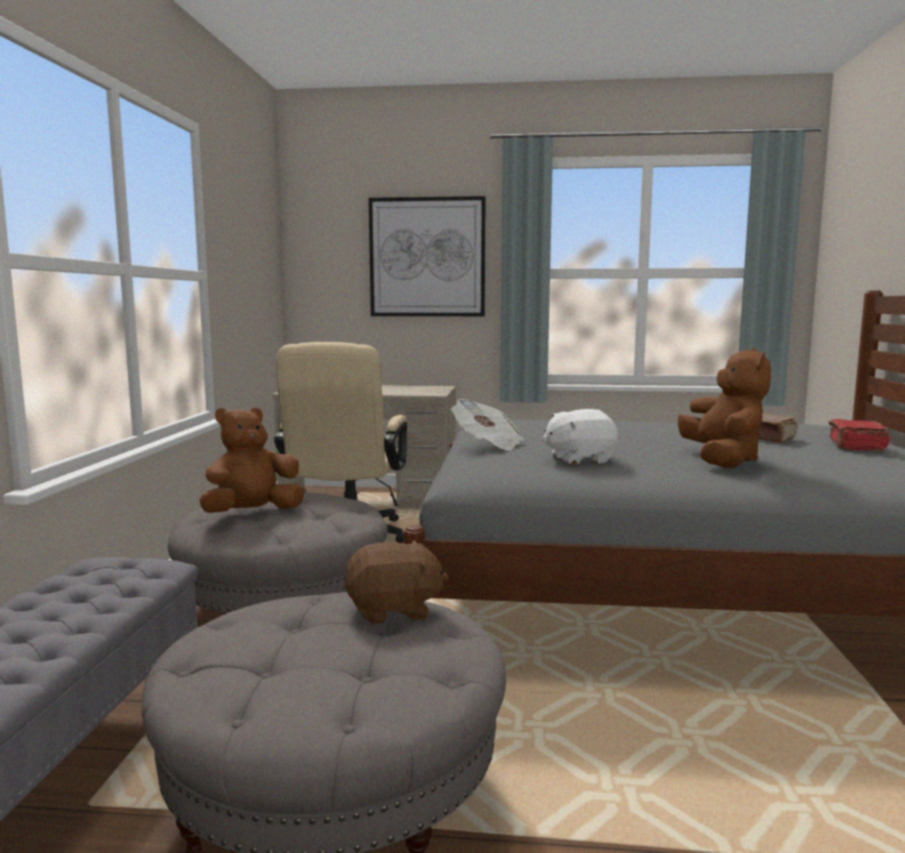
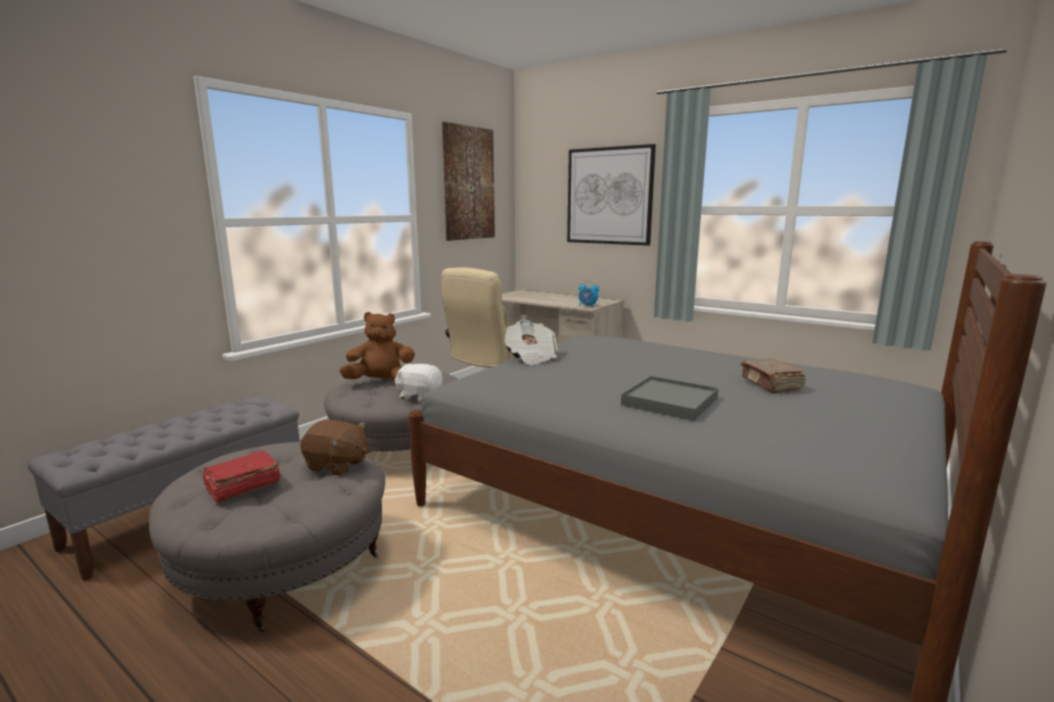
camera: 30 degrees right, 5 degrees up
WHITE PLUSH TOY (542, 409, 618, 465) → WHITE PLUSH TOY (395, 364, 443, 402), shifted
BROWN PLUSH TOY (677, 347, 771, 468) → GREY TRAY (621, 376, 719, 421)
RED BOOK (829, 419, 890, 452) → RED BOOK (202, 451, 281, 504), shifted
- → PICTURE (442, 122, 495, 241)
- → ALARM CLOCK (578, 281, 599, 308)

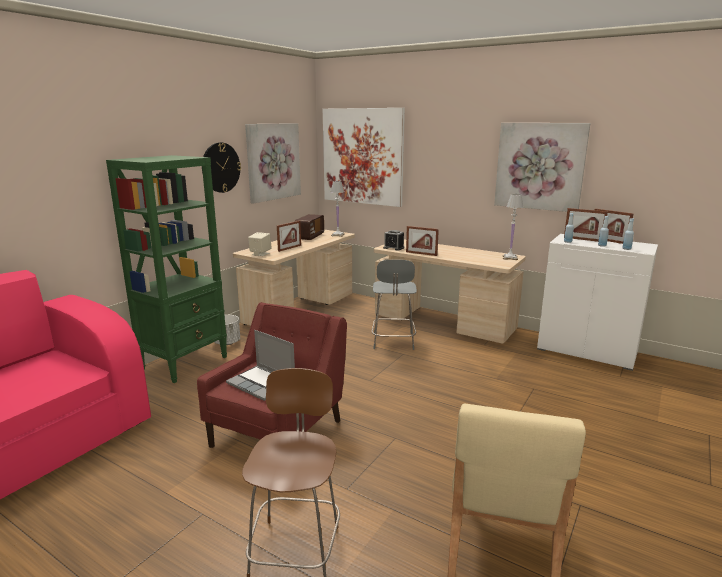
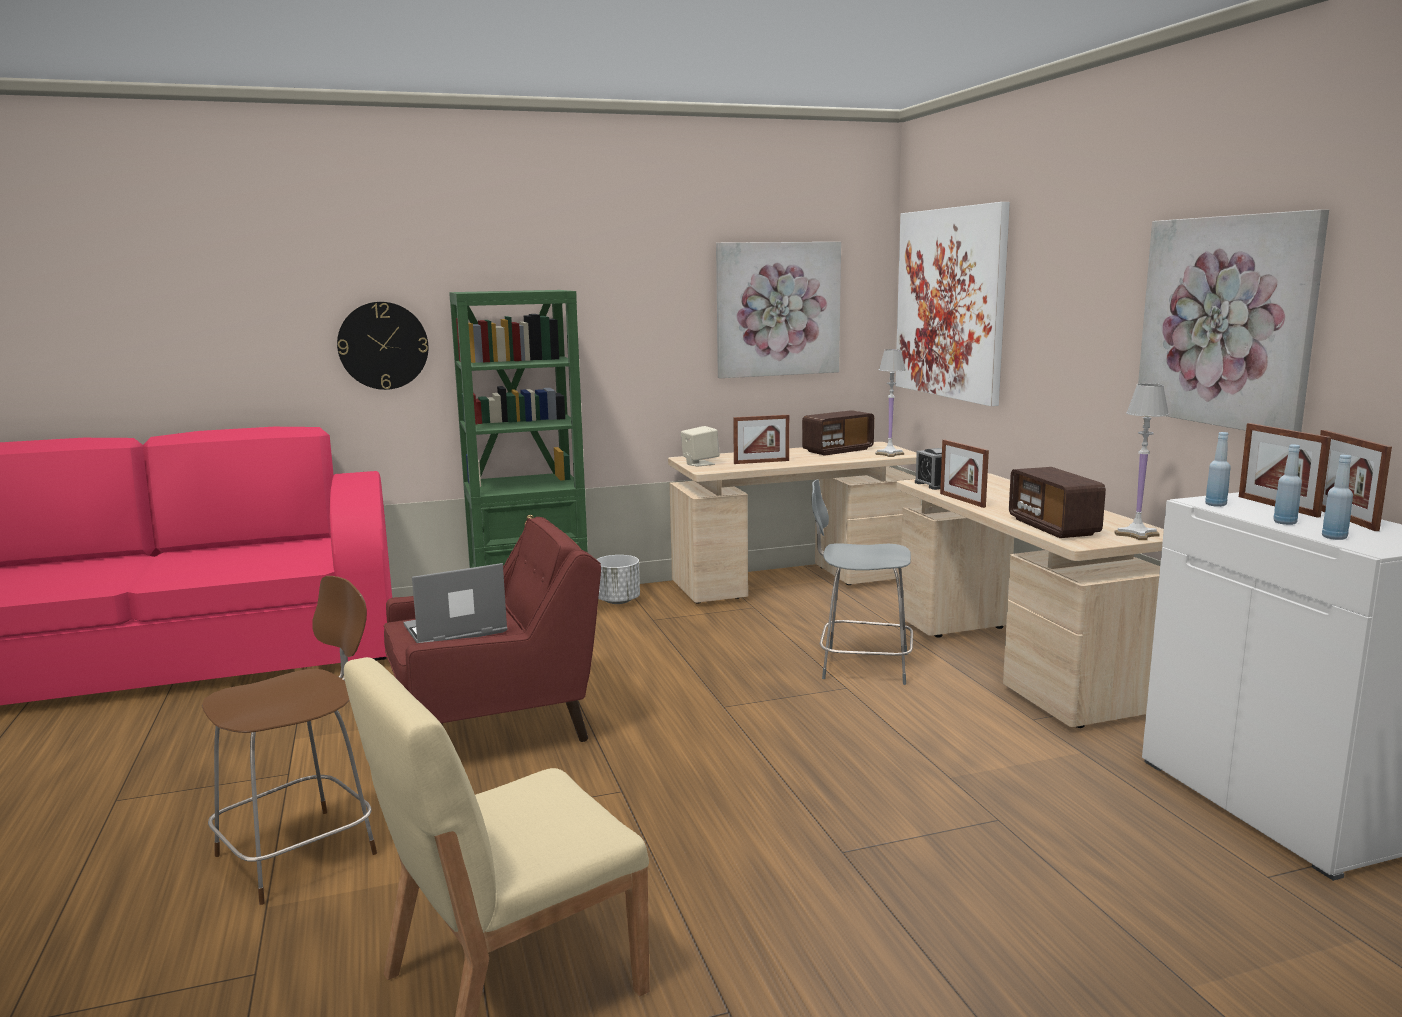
camera: 40 degrees right, 5 degrees down
WALL CLOCK (202, 142, 241, 193) → WALL CLOCK (337, 302, 428, 390), shifted
LAPTOP (226, 330, 295, 401) → LAPTOP (404, 563, 508, 643), 75 degrees clockwise
GREY CHAIR (372, 260, 417, 350) → GREY CHAIR (812, 480, 913, 685), 60 degrees clockwise
- → RADIO (1009, 467, 1106, 538)

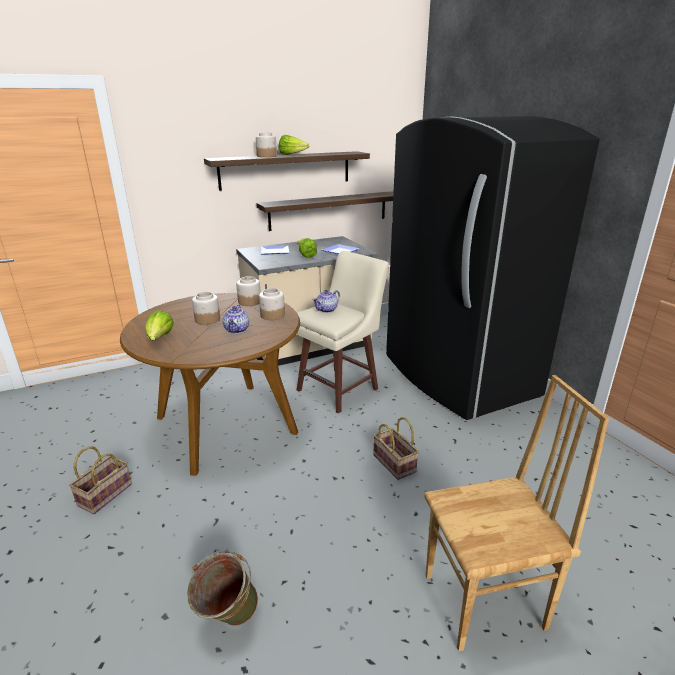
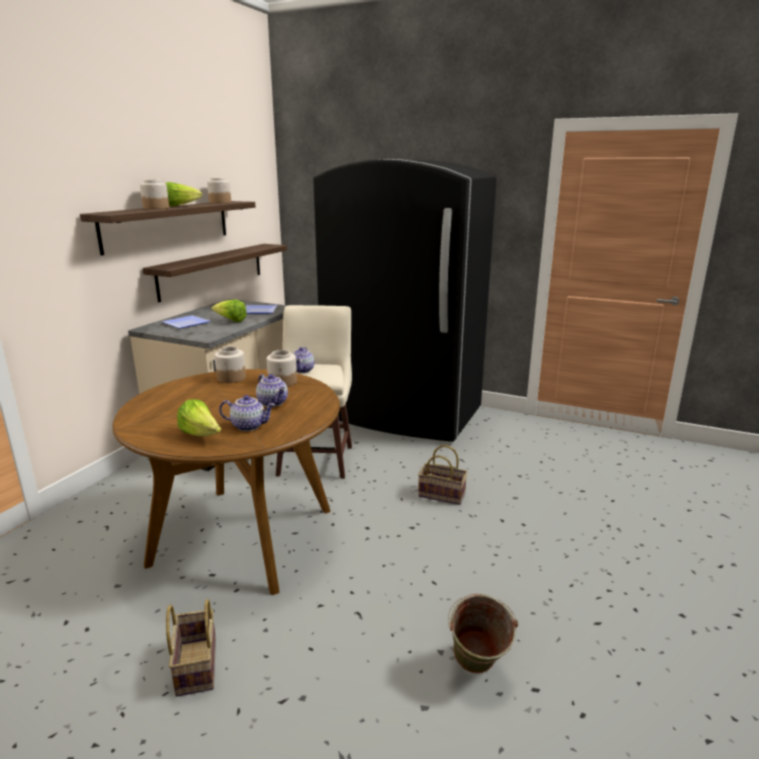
camera: 40 degrees left, 5 degrees down
JAR (192, 292, 220, 325) → JAR (207, 178, 231, 203), shifted
BROWN CHAIR (424, 375, 610, 651) → -
- → TEAPOT (219, 395, 275, 431)

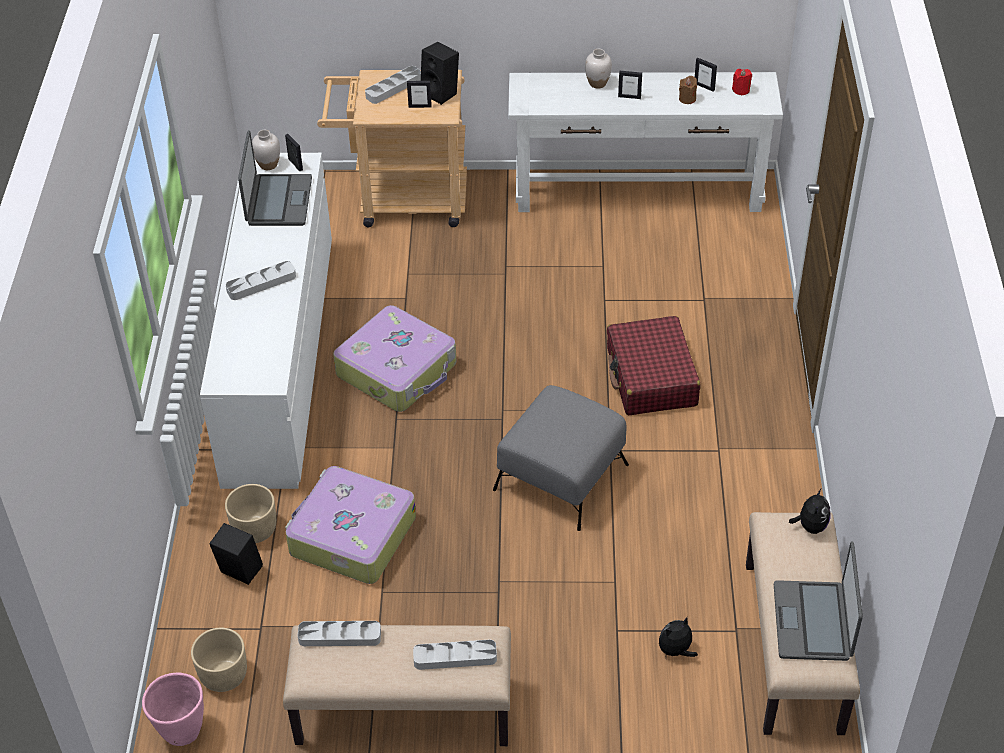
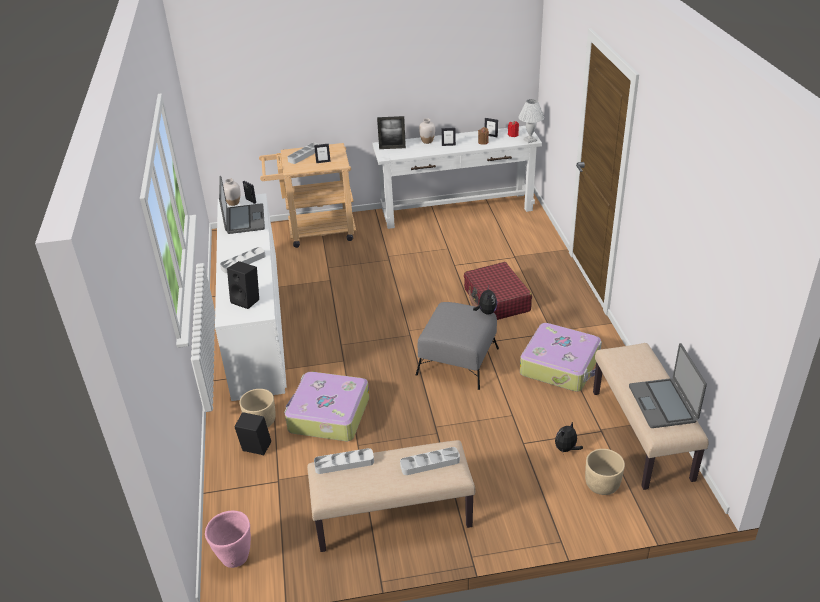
camera: 10 degrees left, 10 degrees down
BEIGE PLANTER (191, 628, 247, 692) → BEIGE PLANTER (585, 449, 625, 495), shifted
SUITCASE (333, 305, 456, 412) → SUITCASE (520, 323, 602, 392), shifted
BLACK SPEAKER (421, 42, 459, 105) → BLACK SPEAKER (227, 261, 259, 309), shifted
PLUSH TOY (789, 489, 831, 534) → PLUSH TOY (473, 286, 497, 315), shifted
- → PICTURE FRAME (377, 116, 406, 149)
- → WHITE TABLE LAMP (519, 99, 544, 143)

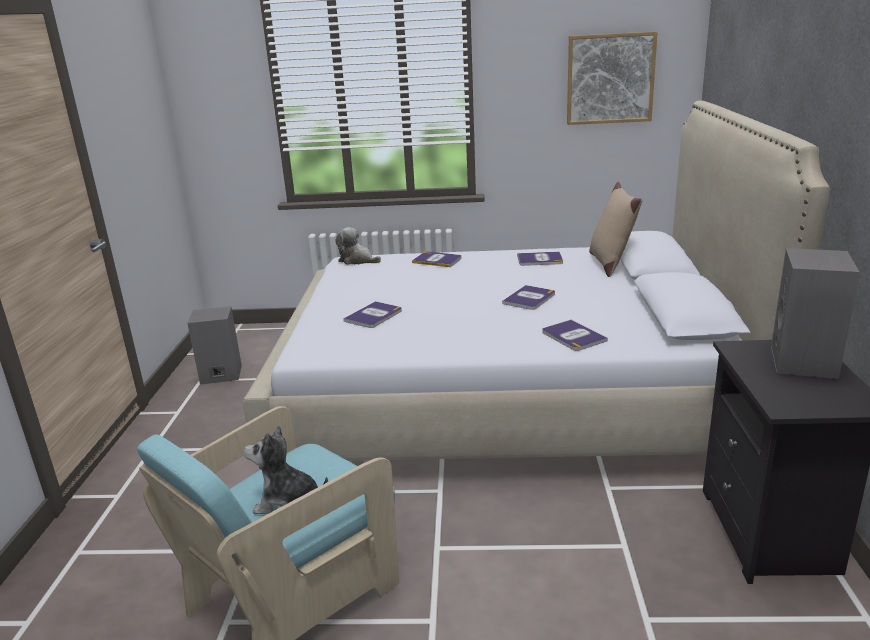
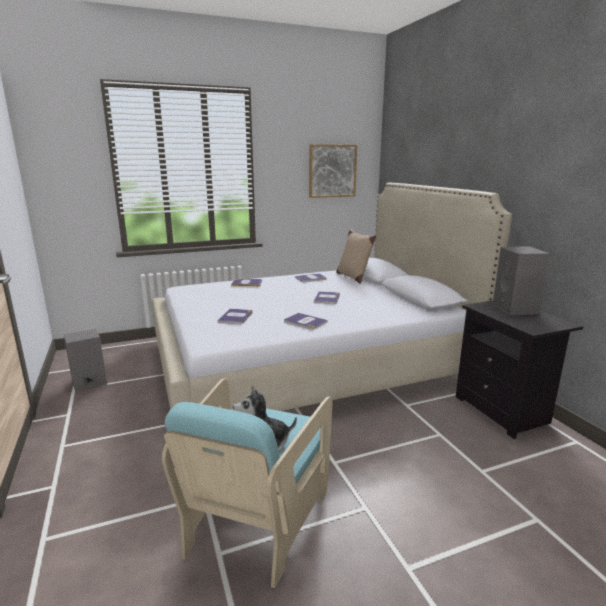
camera: 25 degrees left, 5 degrees down
PLUSH TOY (335, 227, 381, 265) → -
BOOK (542, 320, 608, 351) → BOOK (284, 313, 328, 330), shifted

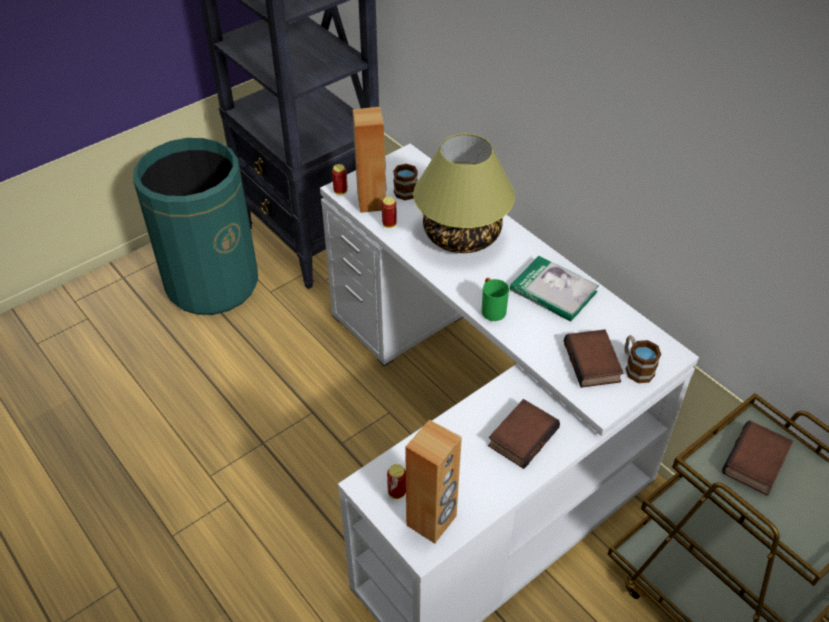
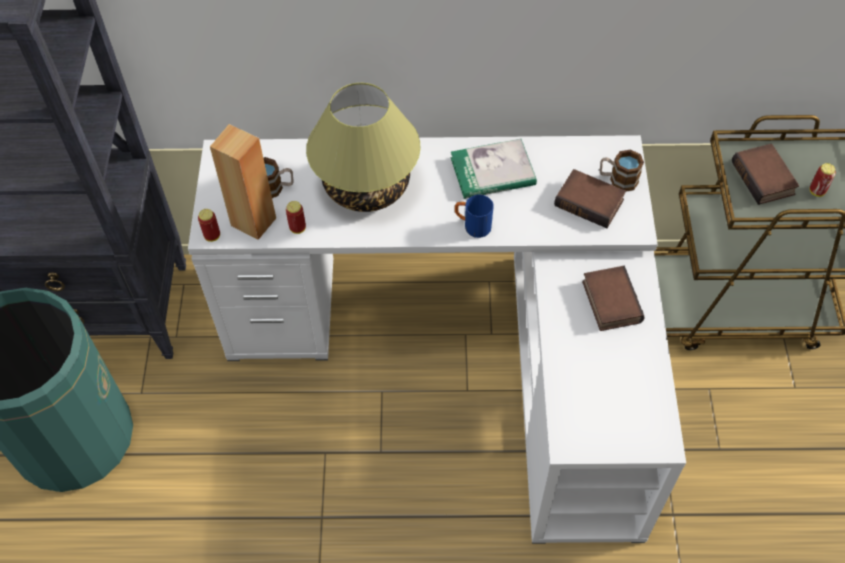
camera: 50 degrees left, 10 degrees up
CAN (387, 464, 406, 499) → CAN (810, 163, 836, 197), shifted
BROWN SPEAKER (405, 420, 462, 544) → -
GREEN MUG (482, 278, 509, 321) → BLUE MUG (455, 195, 494, 238)

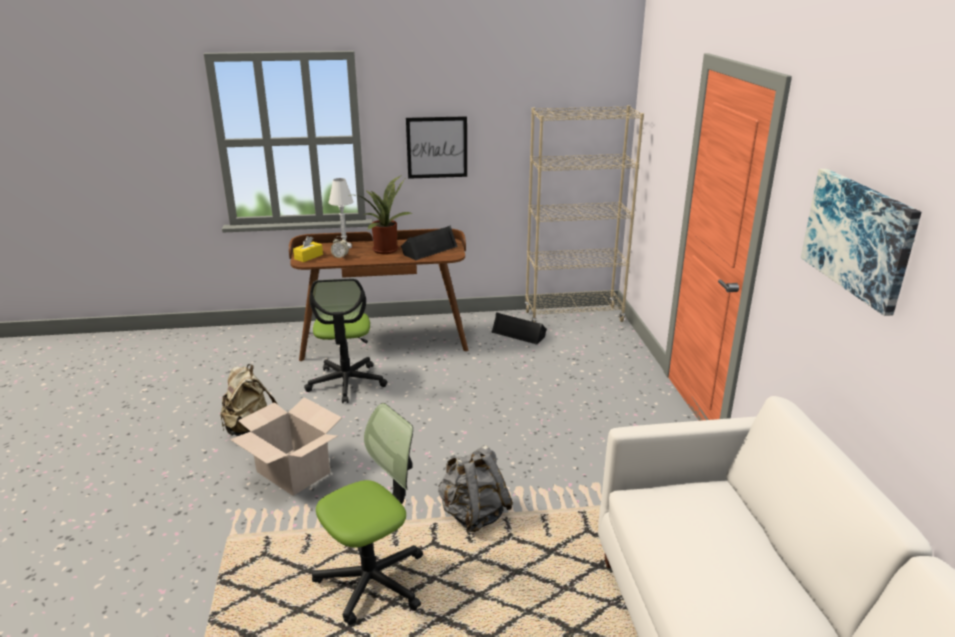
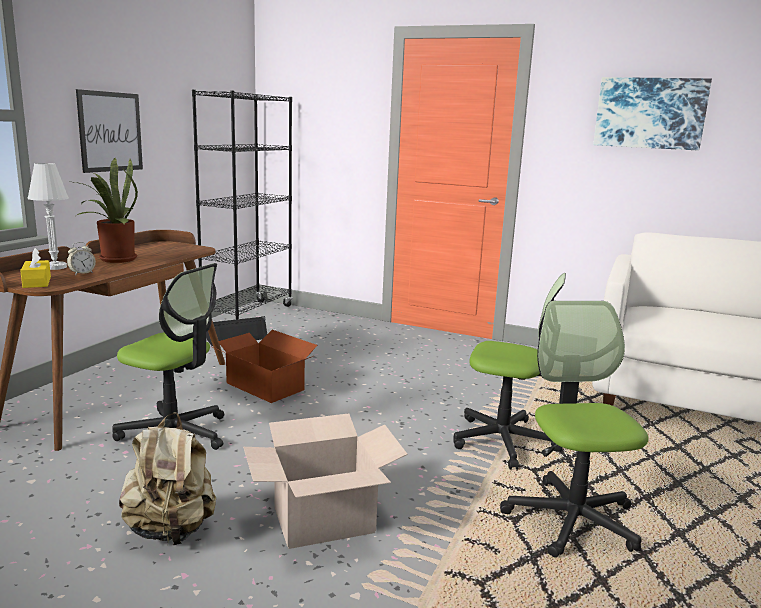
camera: 60 degrees left, 10 degrees down
BLACK SPEAKER (401, 225, 458, 260) → -
GREY BACKPACK (438, 445, 513, 533) → OFFICE CHAIR (453, 273, 566, 470)
BEIGE BOOKCASE (524, 105, 644, 322) → BLACK BOOKCASE (192, 90, 293, 320)
- → CARDBOARD BOX (212, 330, 318, 403)

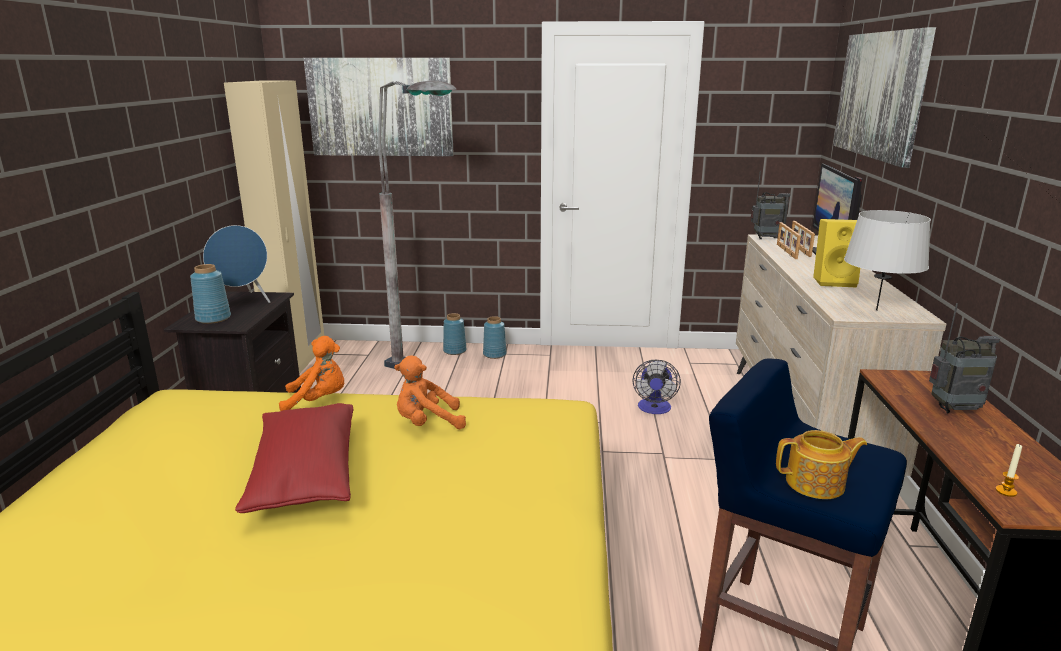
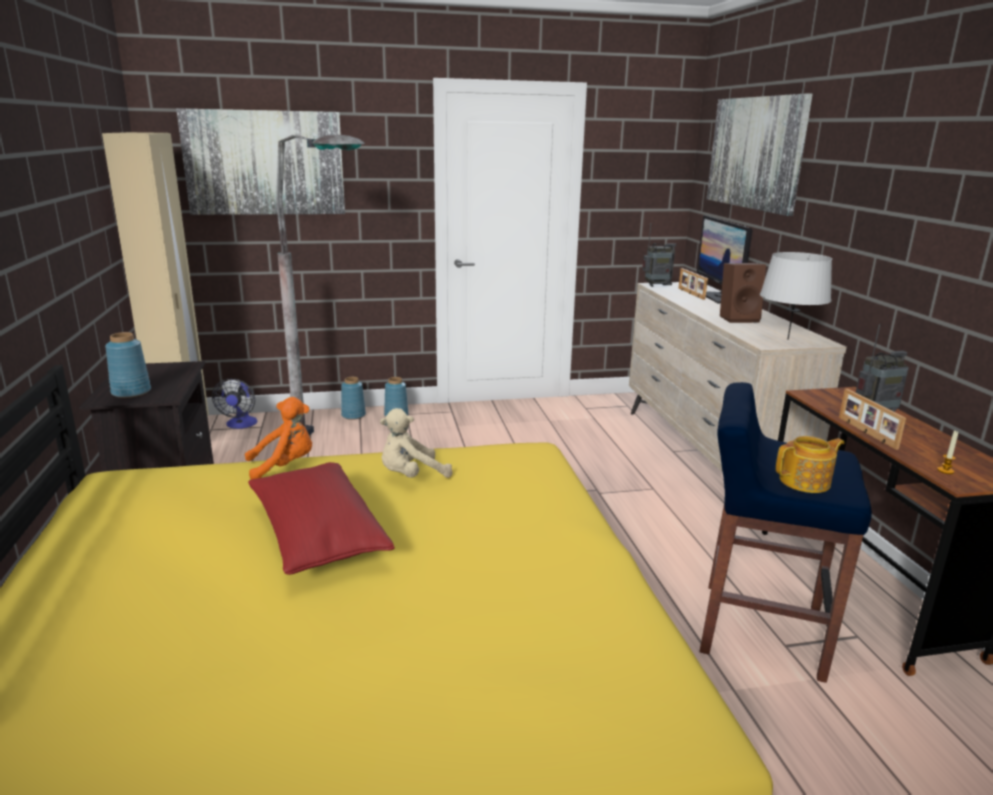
camera: 15 degrees left, 0 degrees up
BLUE SPEAKER (203, 225, 270, 303) → -
ORANGE PLUSH TOY (394, 356, 466, 429) → BEIGE PLUSH TOY (380, 408, 453, 478)
FAN (633, 360, 681, 414) → FAN (212, 379, 257, 429), shifted
PICTURE FRAME (777, 222, 801, 259) → PICTURE FRAME (839, 388, 906, 450), shifted
YELLOW SPEAKER (813, 219, 860, 287) → BROWN SPEAKER (720, 263, 766, 323)

